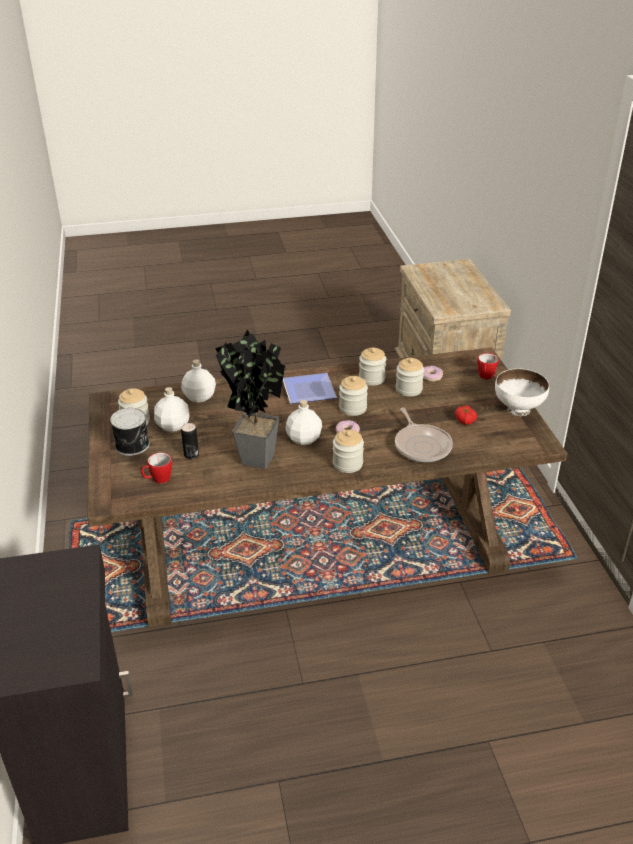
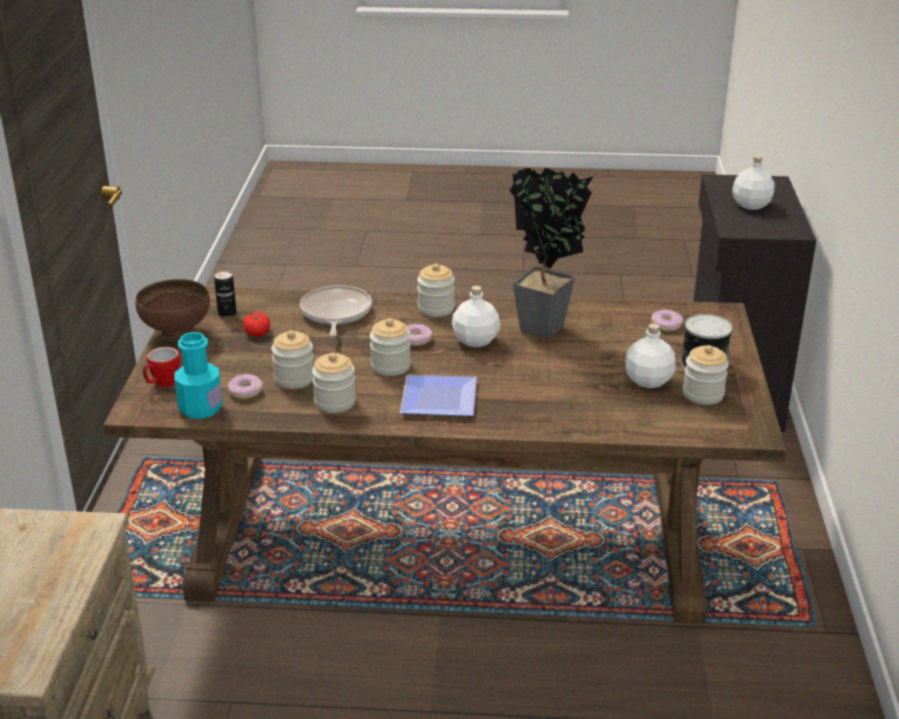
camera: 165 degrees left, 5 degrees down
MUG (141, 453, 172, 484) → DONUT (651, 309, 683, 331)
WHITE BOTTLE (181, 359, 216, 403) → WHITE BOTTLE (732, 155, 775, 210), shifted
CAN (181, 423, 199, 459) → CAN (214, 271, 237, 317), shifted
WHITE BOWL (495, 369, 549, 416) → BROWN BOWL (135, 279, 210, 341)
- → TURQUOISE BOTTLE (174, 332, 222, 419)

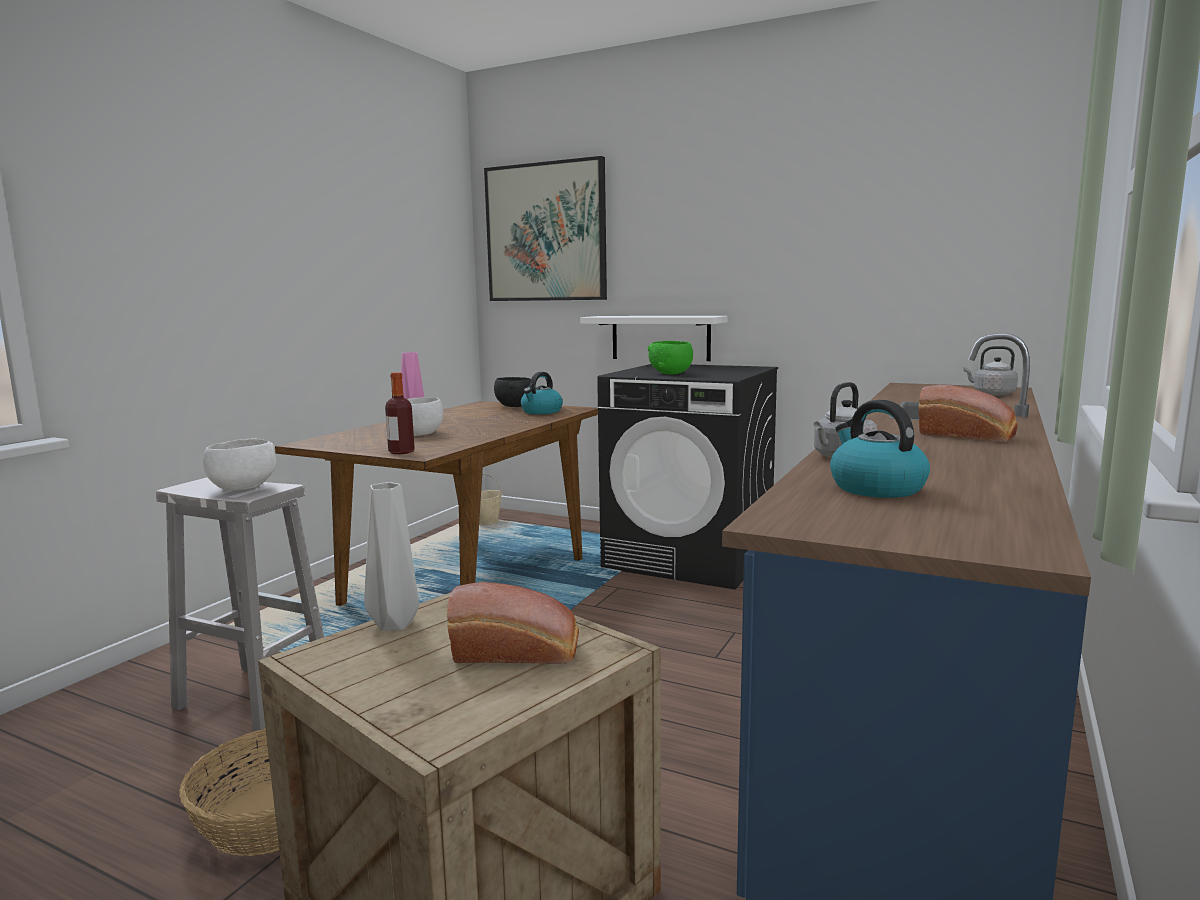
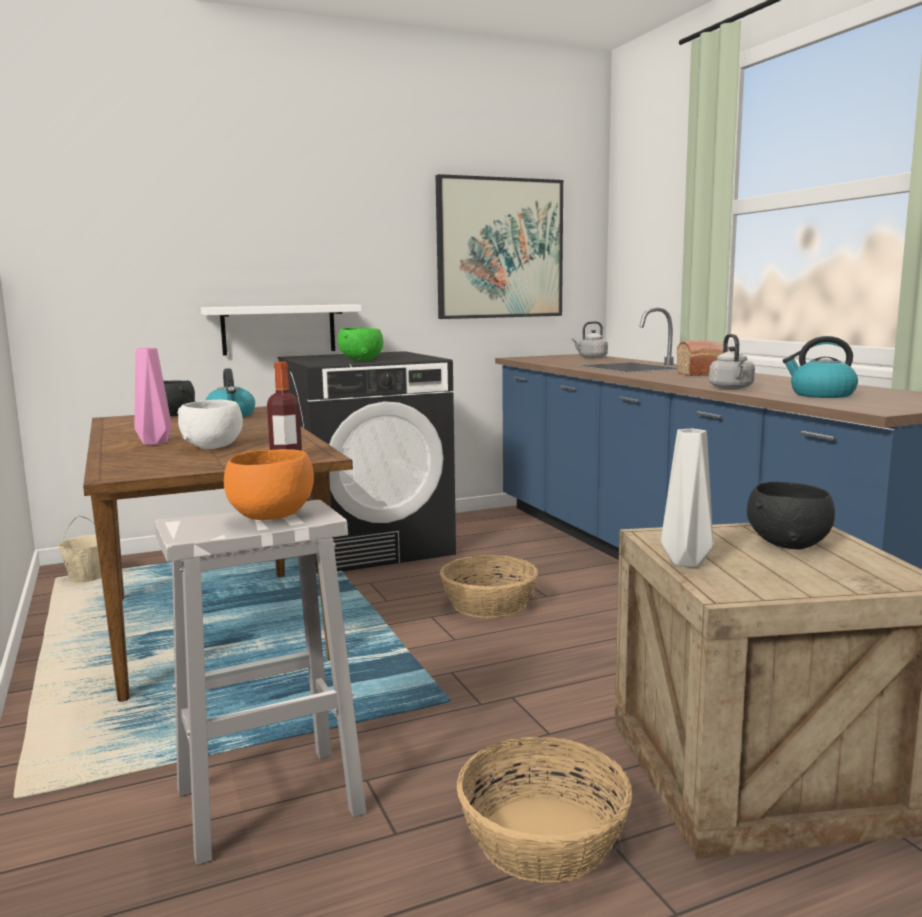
camera: 50 degrees left, 0 degrees up
WHITE BOWL (203, 438, 276, 491) → ORANGE BOWL (224, 449, 314, 520)
BREAD (447, 582, 579, 664) → BLACK BOWL (747, 482, 835, 549)
PICTURE (484, 156, 607, 301) → PICTURE (435, 174, 563, 319), shifted
- → BASKET (440, 555, 538, 618)

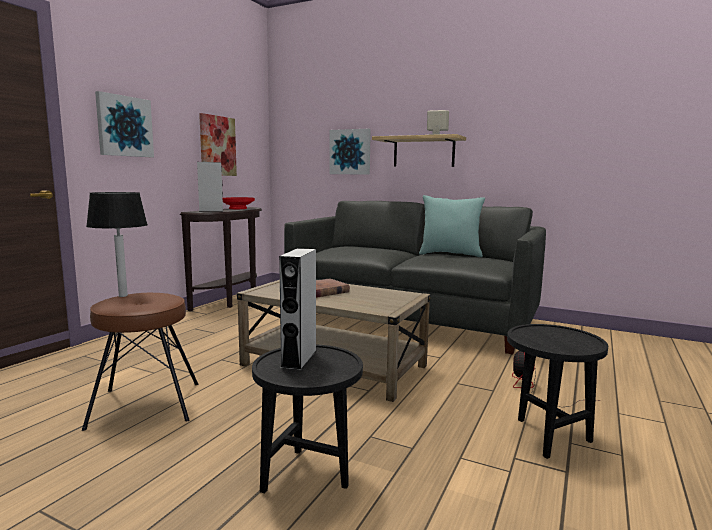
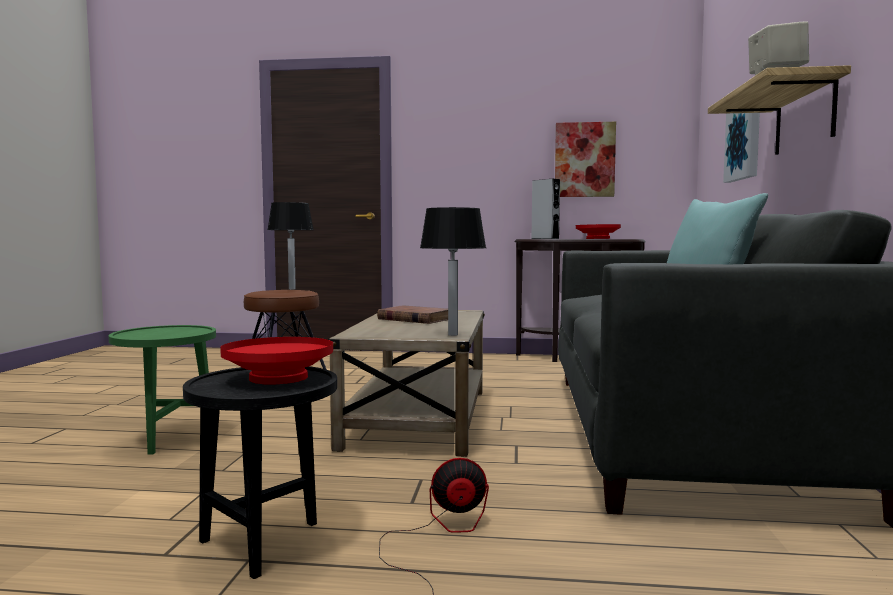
camera: 70 degrees right, 5 degrees down
PICTURE (95, 91, 154, 157) → -
BLACK SIDE TABLE (252, 345, 363, 494) → GREEN SIDE TABLE (109, 325, 216, 455)
GREY SPEAKER (279, 248, 316, 370) → -
- → RED BOWL (220, 337, 333, 384)
- → TABLE LAMP (420, 207, 486, 336)

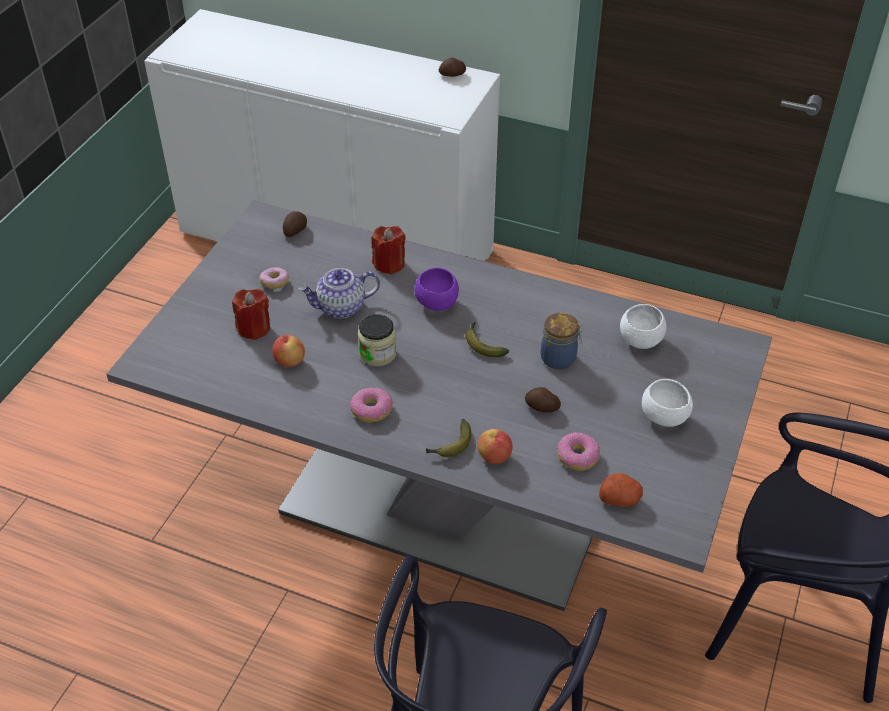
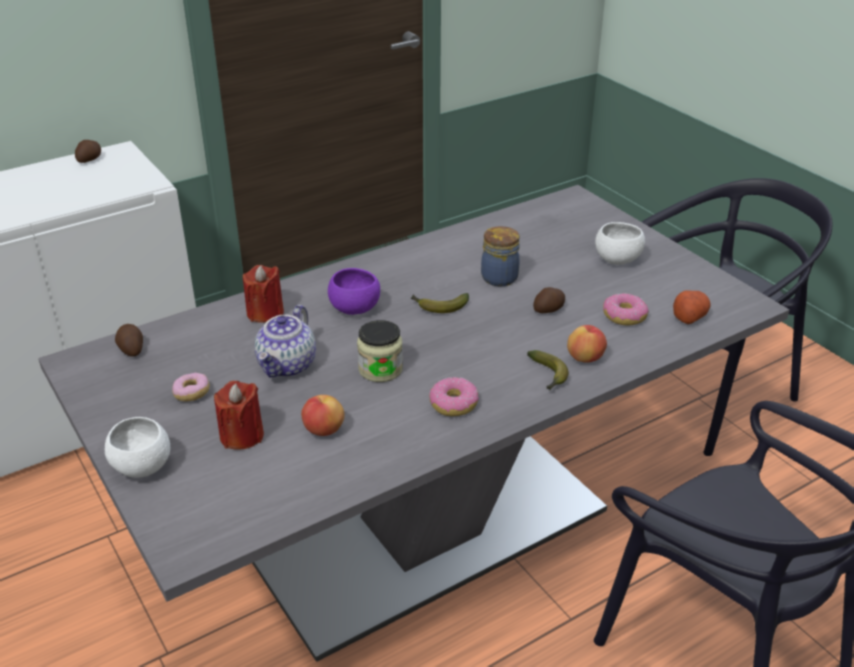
camera: 55 degrees left, 10 degrees down
WHITE BOWL (620, 304, 666, 349) → WHITE BOWL (105, 417, 170, 478), shifted

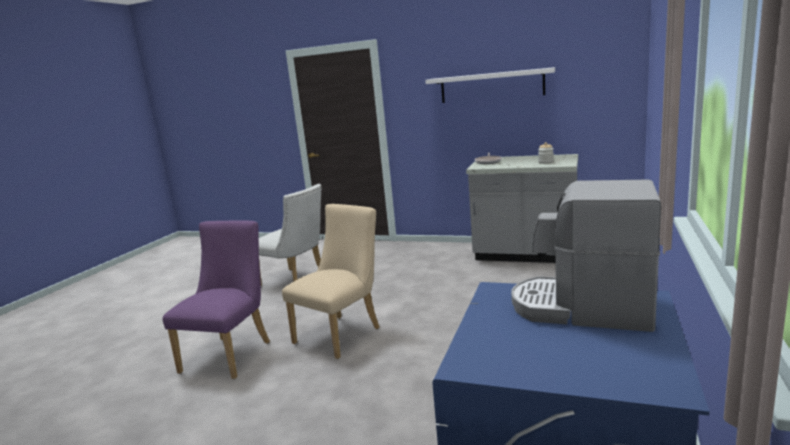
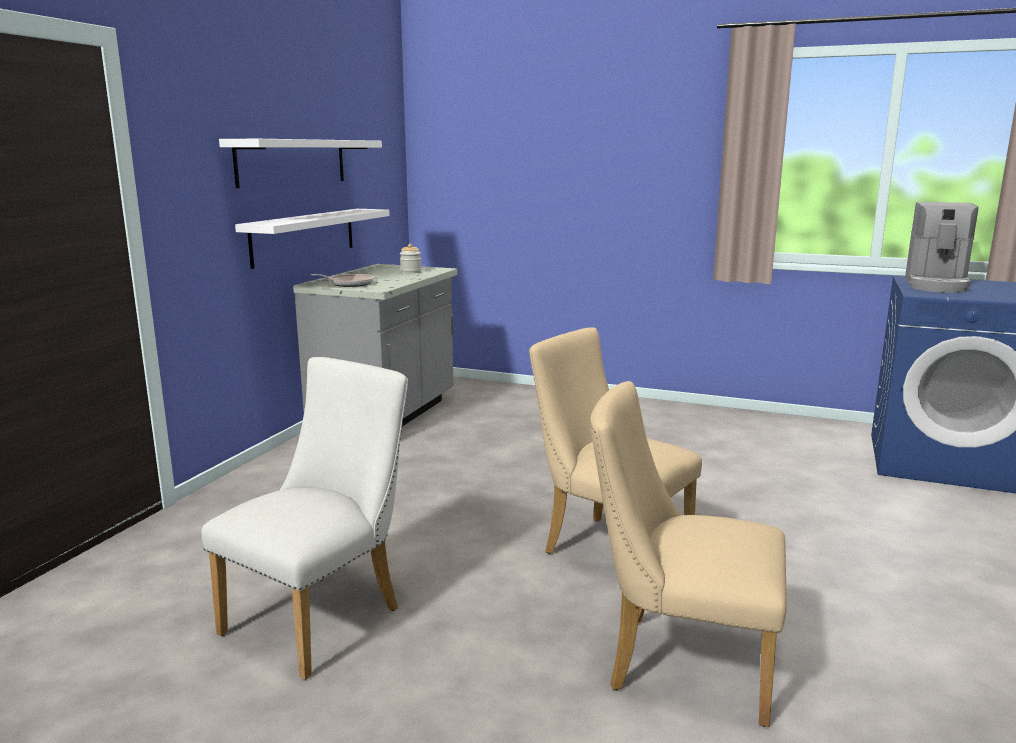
camera: 90 degrees left, 0 degrees up
PURPLE CHAIR (163, 221, 270, 379) → BEIGE CHAIR (590, 381, 787, 727)
- → WHITE SHELF (235, 209, 390, 269)

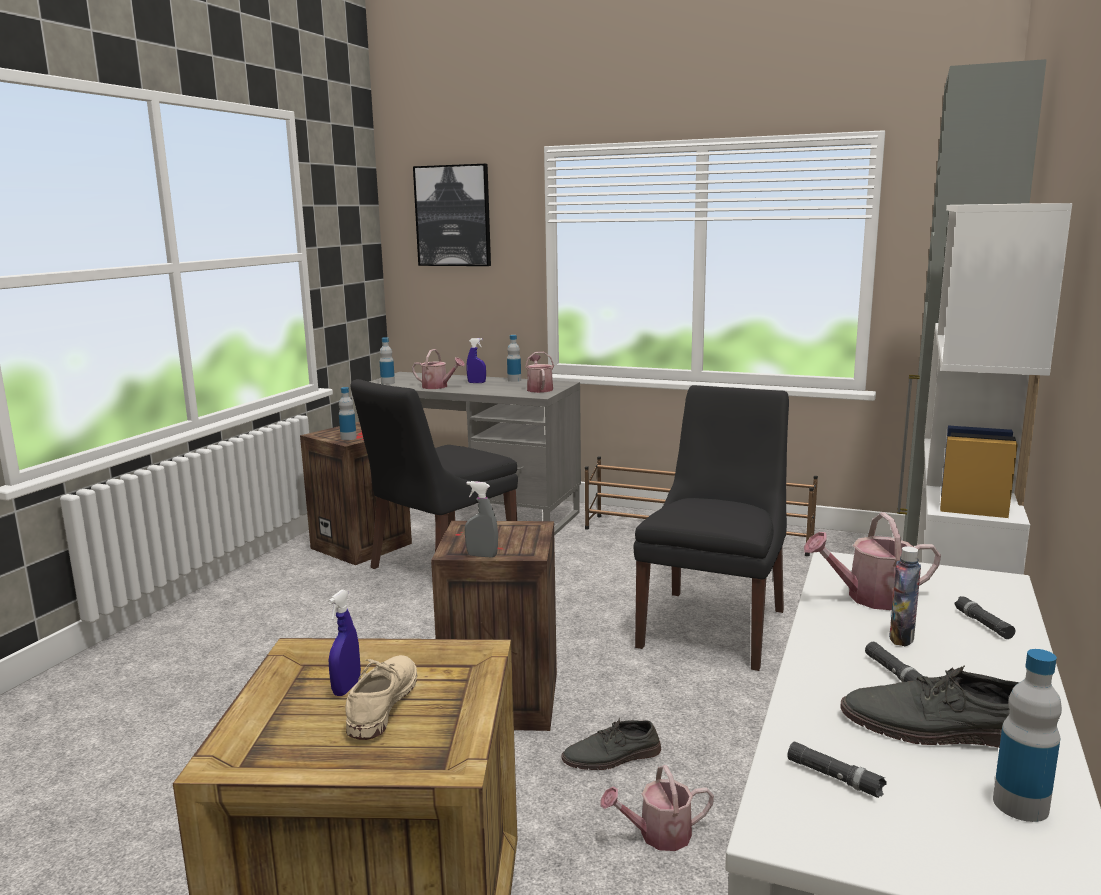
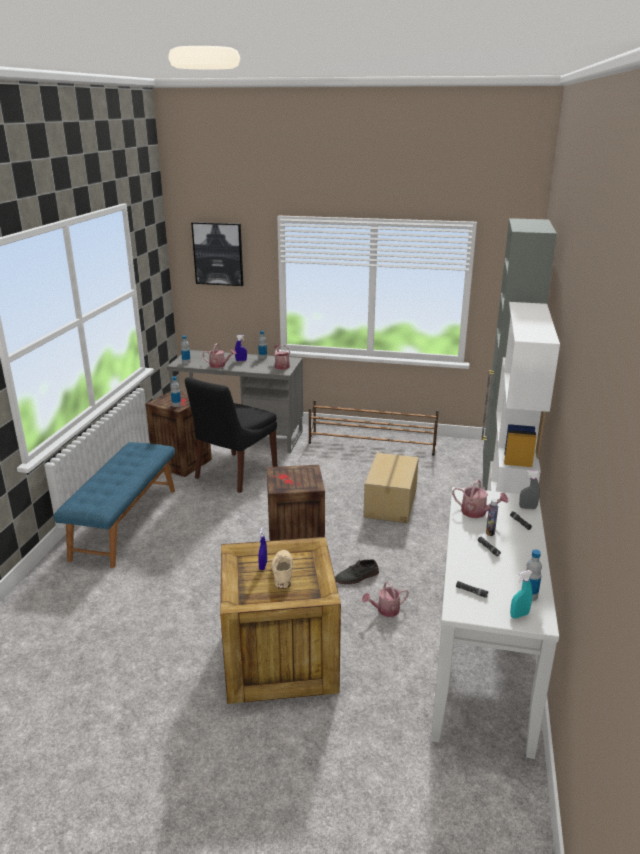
camera: 10 degrees left, 10 degrees up
GREY SPRAY BOTTLE (465, 481, 498, 558) → GREY SPRAY BOTTLE (519, 470, 540, 509), shifted
BLACK CHAIR (634, 385, 789, 671) → CARDBOARD BOX (363, 453, 419, 523)
WATERING CAN (804, 512, 941, 610) → WATERING CAN (452, 479, 508, 518), 135 degrees counterclockwise
GREY SHOE (840, 665, 1019, 748) → -
- → BLUE BENCH (53, 442, 175, 568)
- → TURQUOISE SPRAY BOTTLE (510, 570, 533, 618)

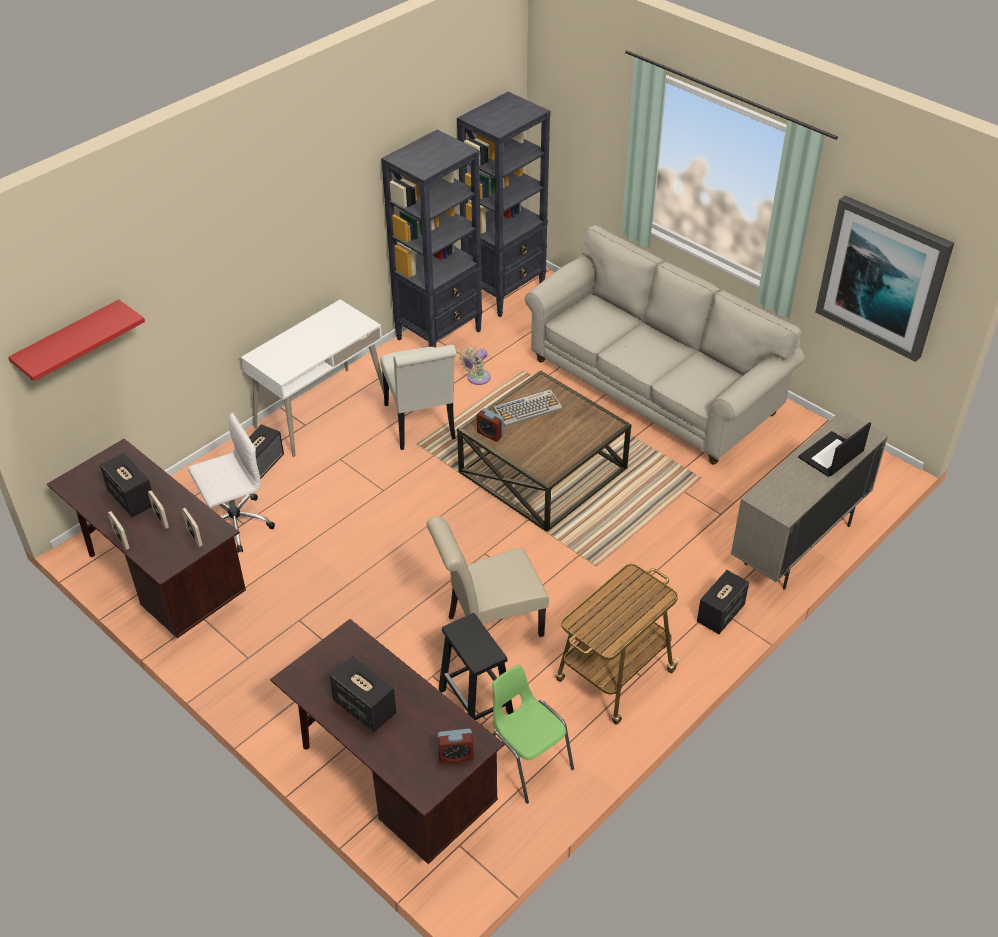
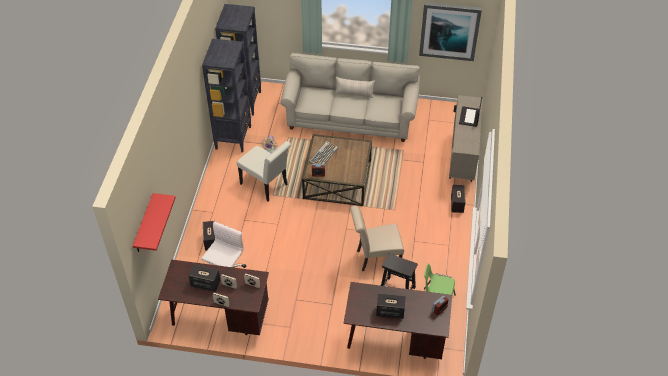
camera: 35 degrees left, 5 degrees up
WHITE DESK (241, 299, 384, 457) → -
BEIGE CHAIR (427, 516, 549, 637) → BEIGE CHAIR (350, 206, 404, 271), 45 degrees clockwise
CART (555, 564, 680, 725) → -
- → BEIGE PILLOW (335, 77, 375, 98)

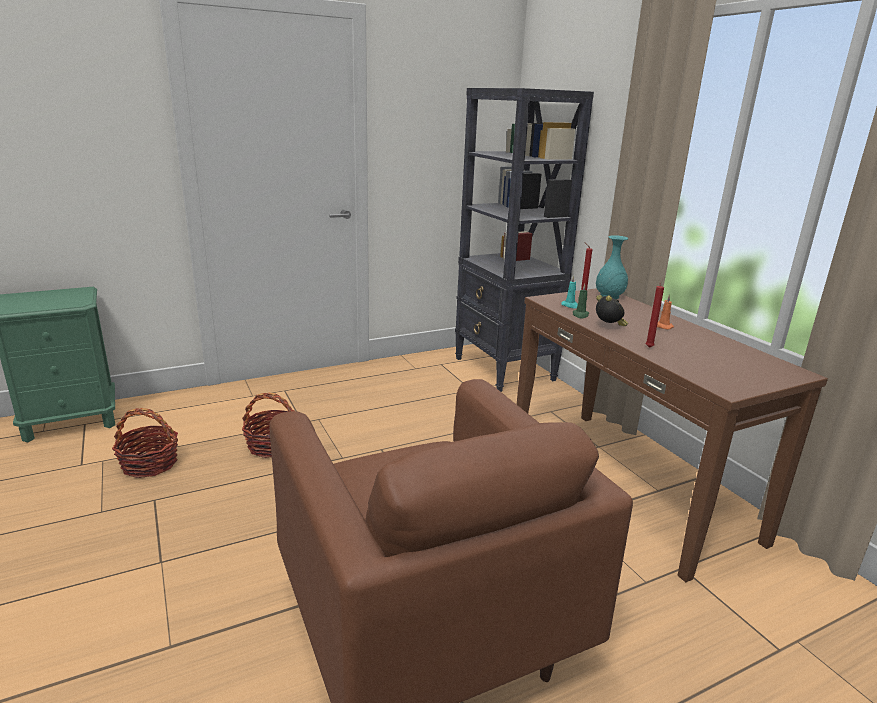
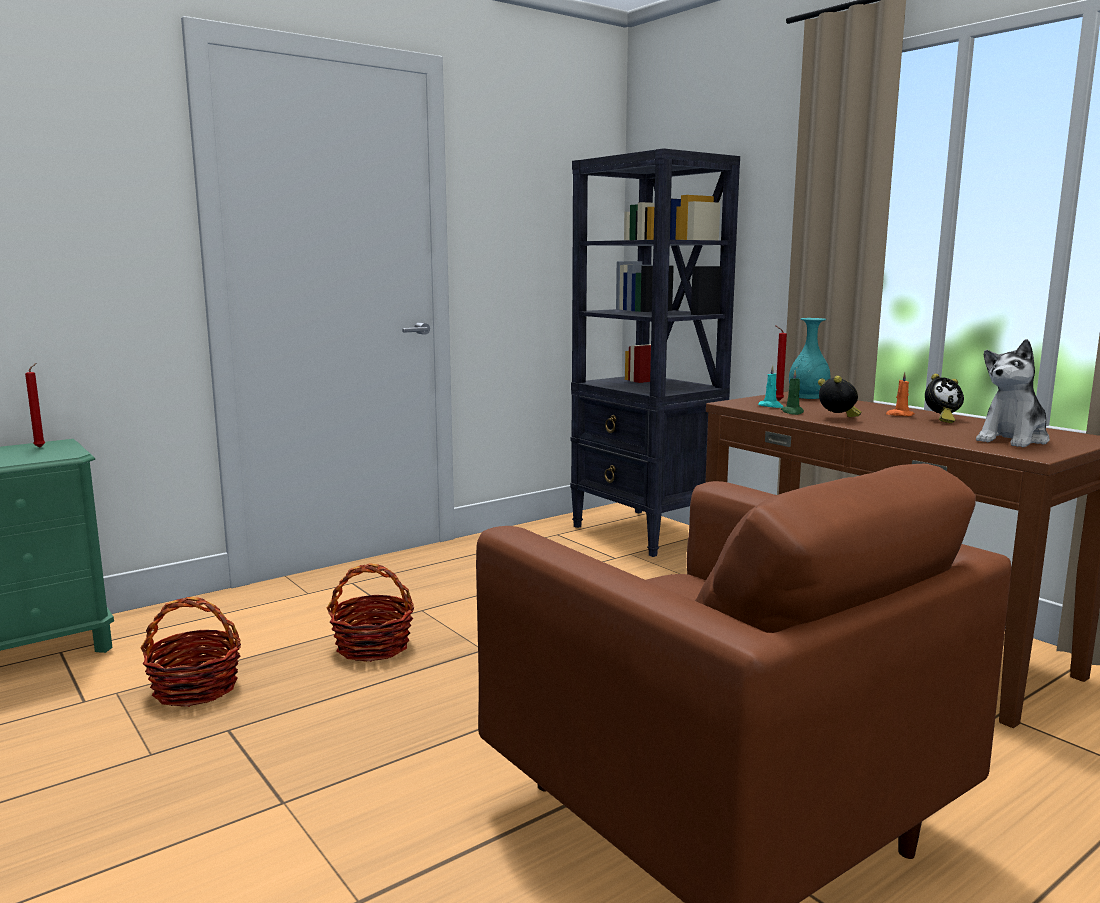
camera: 10 degrees left, 10 degrees down
RED CANDLE (645, 278, 664, 348) → RED CANDLE (25, 363, 45, 448), shifted
- → ALARM CLOCK (925, 374, 964, 423)
- → PLUSH TOY (976, 339, 1050, 447)

